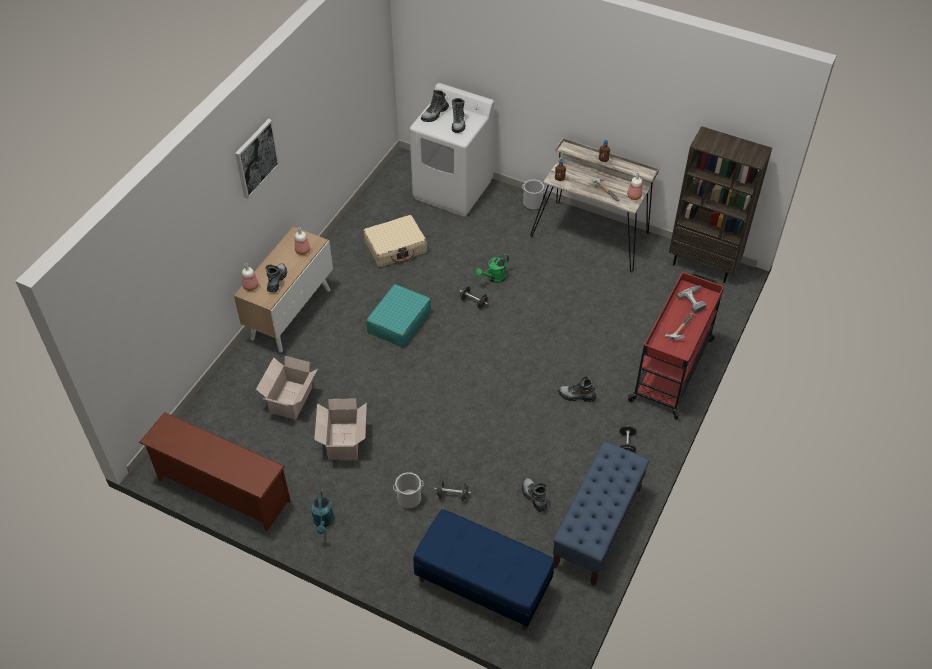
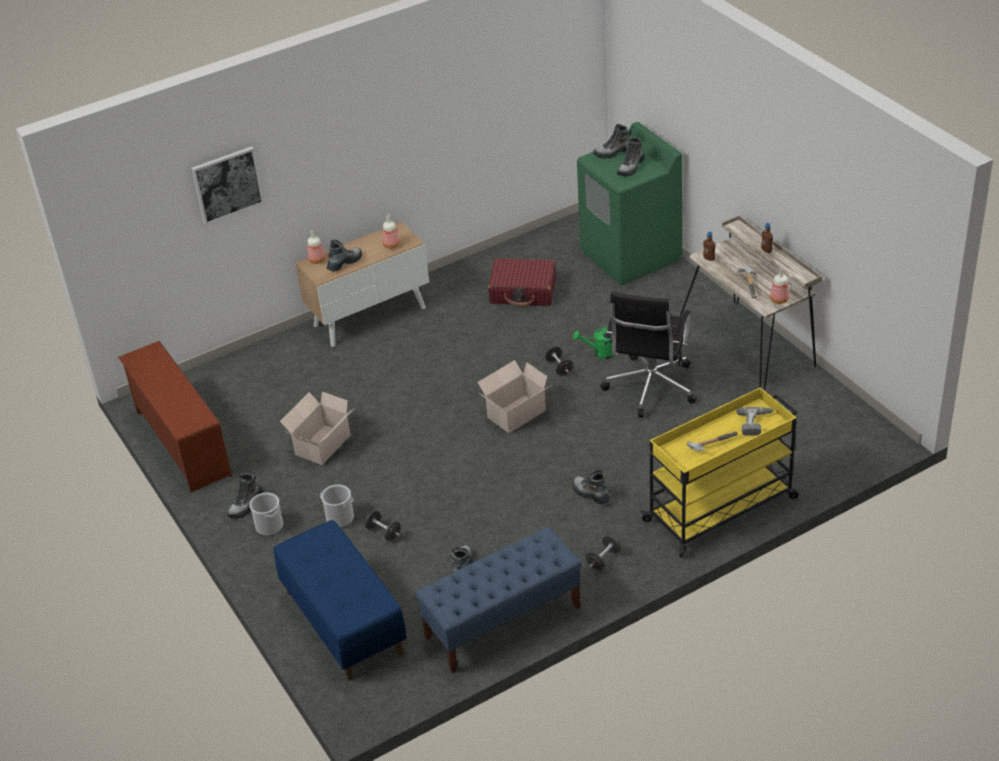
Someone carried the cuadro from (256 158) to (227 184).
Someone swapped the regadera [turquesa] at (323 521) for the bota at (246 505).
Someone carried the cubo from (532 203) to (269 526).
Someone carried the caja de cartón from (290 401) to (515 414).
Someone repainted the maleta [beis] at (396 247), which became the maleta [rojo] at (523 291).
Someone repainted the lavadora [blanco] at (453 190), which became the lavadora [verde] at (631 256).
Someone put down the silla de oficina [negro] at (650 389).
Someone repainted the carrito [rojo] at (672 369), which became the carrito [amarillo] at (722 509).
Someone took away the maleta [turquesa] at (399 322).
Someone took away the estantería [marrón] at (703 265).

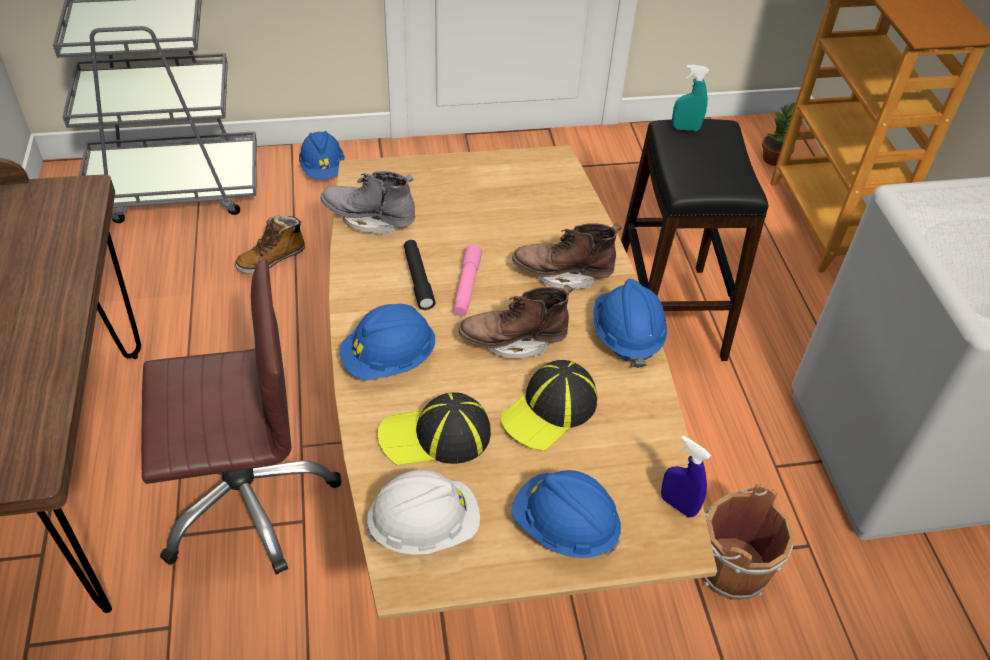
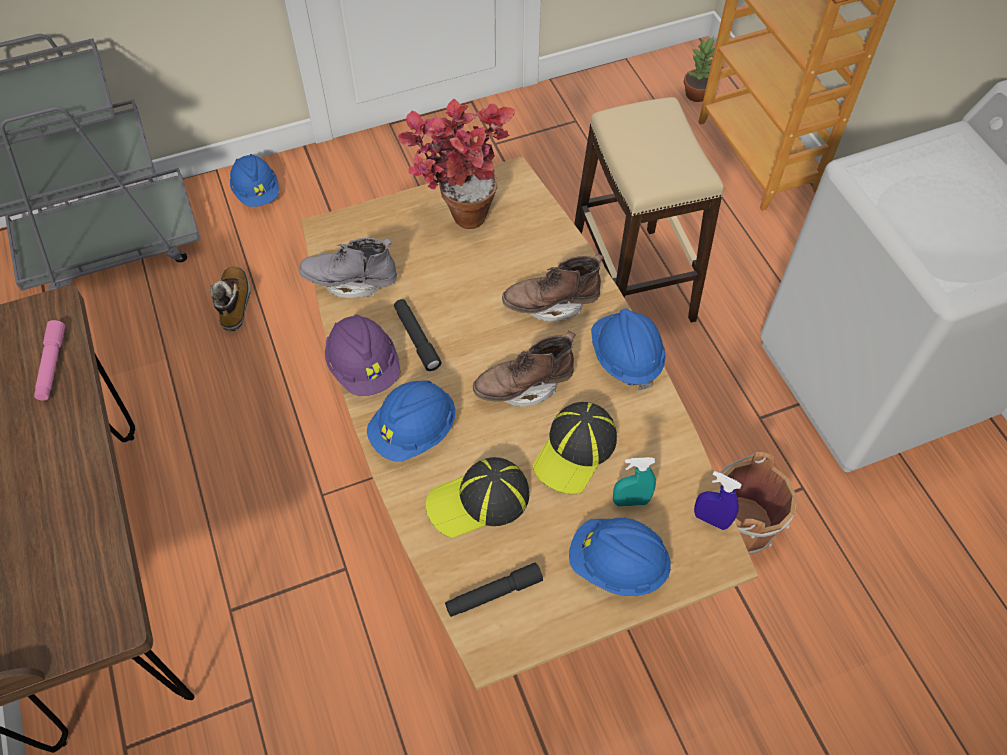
Someone carried the linterna [rosa] from (467 286) to (52 365).
Someone rotated the bota at (272 259) by 135 degrees clockwise.
Someone put down the casco [morado] at (364 367).
Someone put down the planta en maceta at (458 212).
Someone swapped the casco [blanco] at (424 527) for the linterna [negro] at (494 593).
Someone repainted the taburete [negro] at (669 313), which became the taburete [beis] at (632 283).
Someone carried the pulverizador [turquesa] from (685 128) to (630 501).
Someone took away the silla de oficina [marrón] at (245 497).

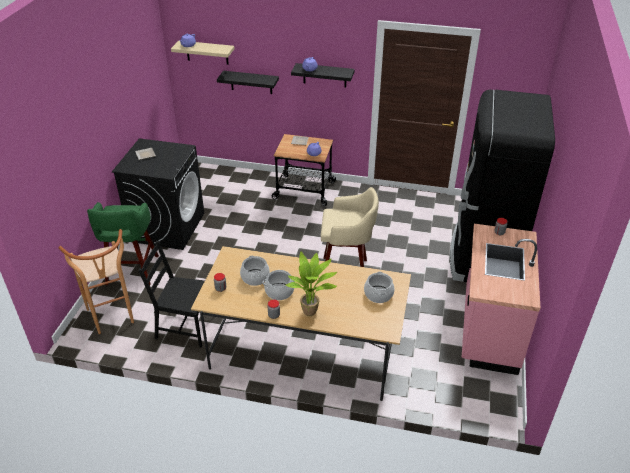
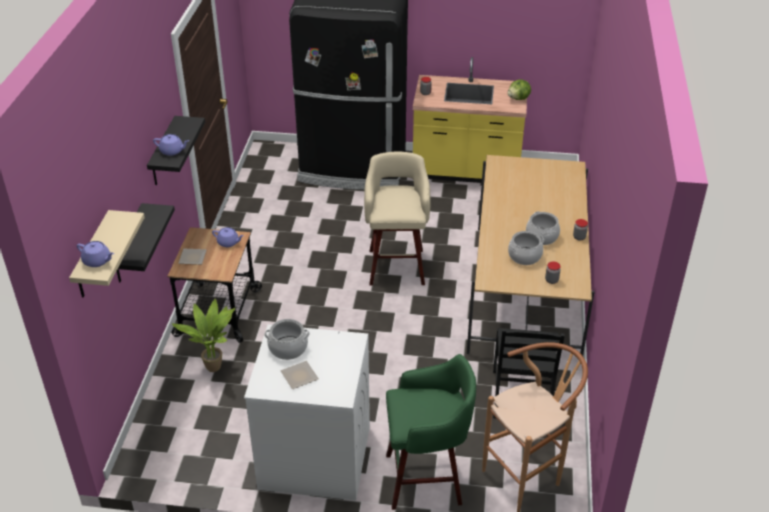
Someone carried the planta en maceta from (312 312) to (214 366).
Someone repainted the lavadora [negro] at (167 227), which became the lavadora [blanco] at (314 458).
Someone carried the olla from (378 294) to (288 348).
Someone repainted the mueble bajo de cocina [rosa] at (488 330), which became the mueble bajo de cocina [amarillo] at (466 172).
Someone put down the lechuga at (518 99).

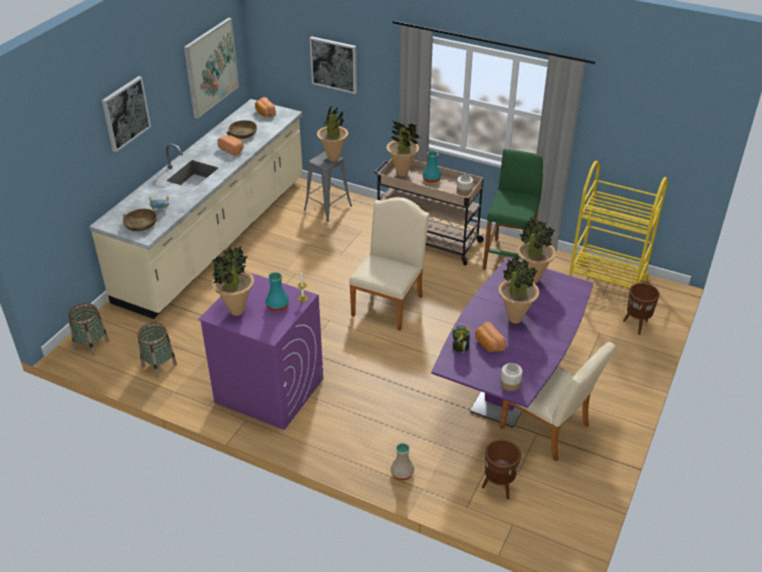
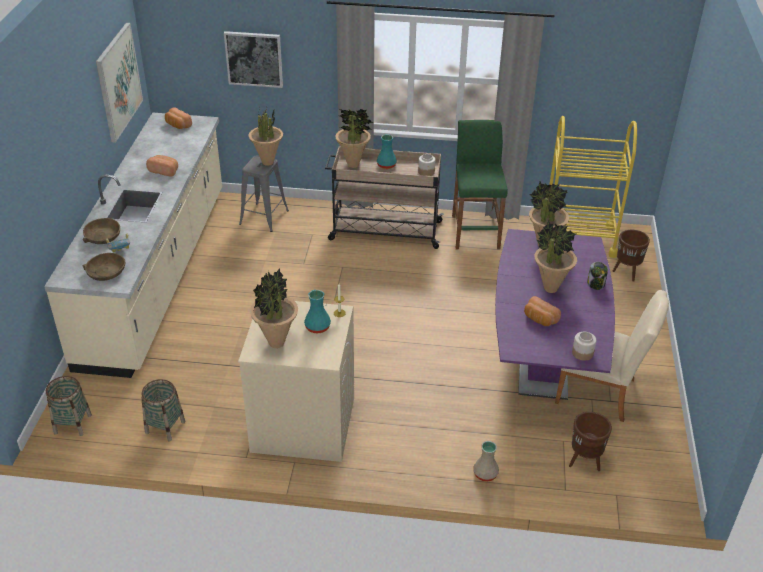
Someone carried the cuenco [marrón] from (243 134) to (103 237).
Someone repainted the lavadora [morado] at (268 390), which became the lavadora [beis] at (302 424).
Someone carried the tarro from (460 346) to (596 284).
Someone took away the cuadro at (125 113).
Someone took away the silla [beis] at (389 302).

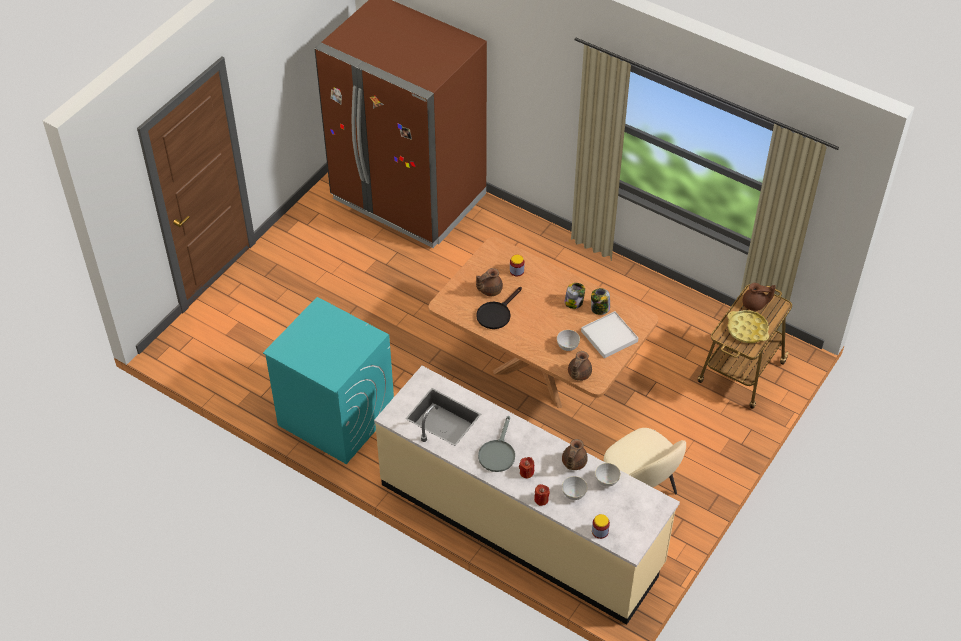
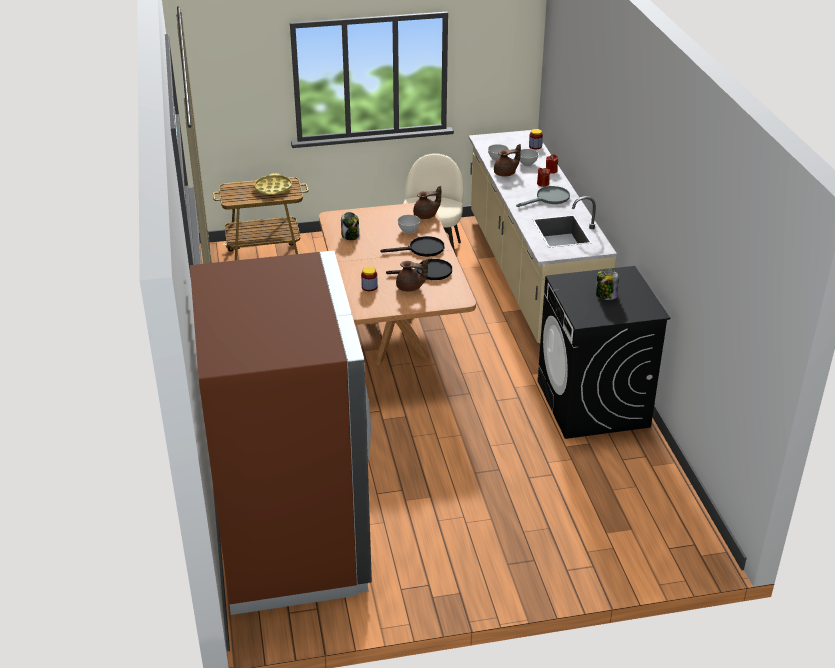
Someone put down the sartén [negro] at (421 249).
Someone repainted the lavadora [turquesa] at (335 416), which became the lavadora [negro] at (593 404).
Someone carried the tarro from (574 302) to (606 295).
Someone took away the bandeja [blanco] at (609 336).
Someone took away the tetera [marrón] at (755 304).

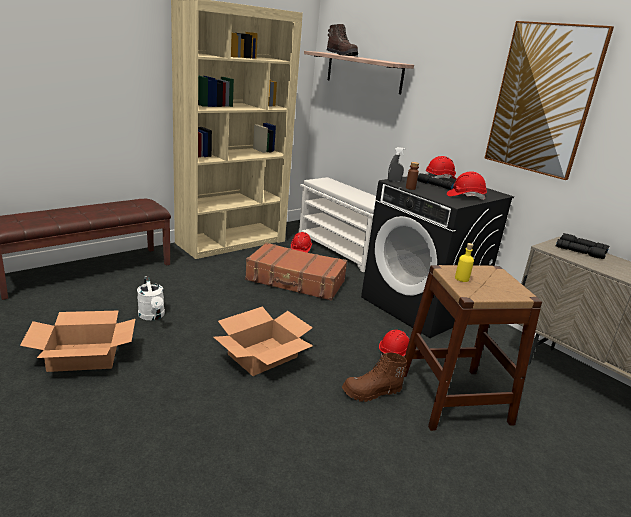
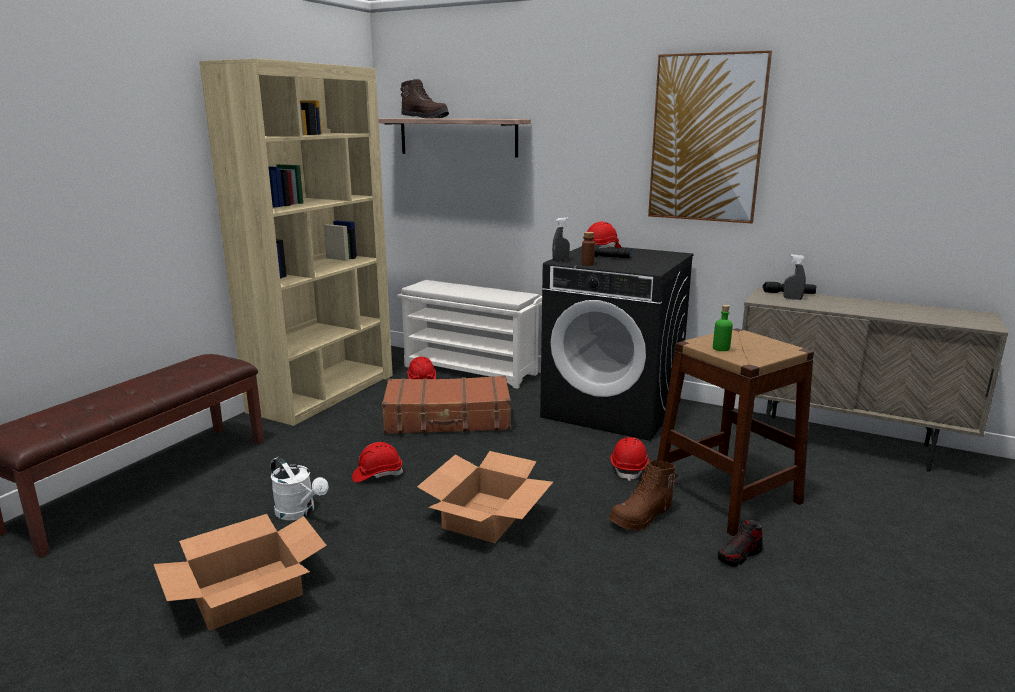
Someone carried the casco [rojo] from (465 197) to (377 474).
Someone repainted the botella [amarillo] at (462 279), which became the botella [verde] at (721 348).
Someone put down the zapato at (739 555).
Someone swapped the linterna [negro] at (579 253) for the pulverizador [gris] at (792 299).

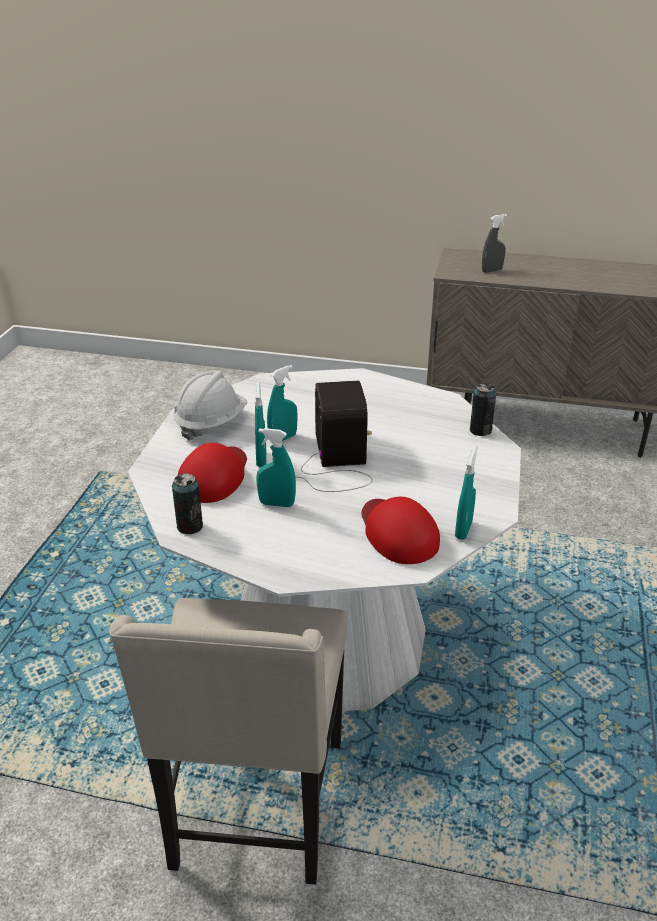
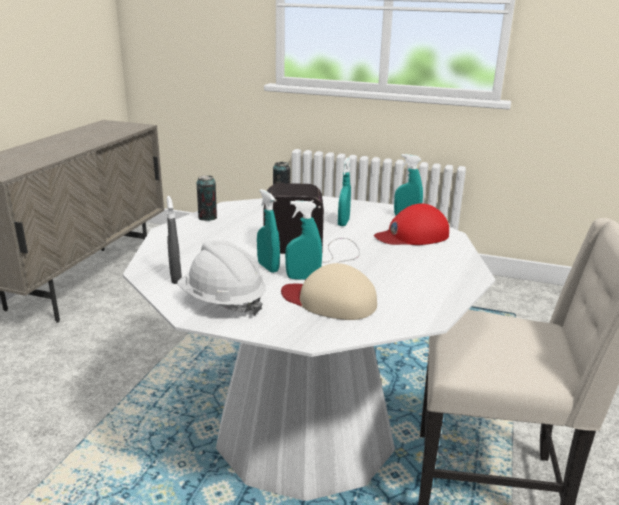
Someone carried the pulverizador [gris] from (492 271) to (175 277).
Someone carried the lata from (190 526) to (207 218).
Someone repainted the gorra [rojo] at (215 476), which became the gorra [beis] at (329 301).
Someone carried the pulverizador [turquesa] from (277 504) to (343 223).

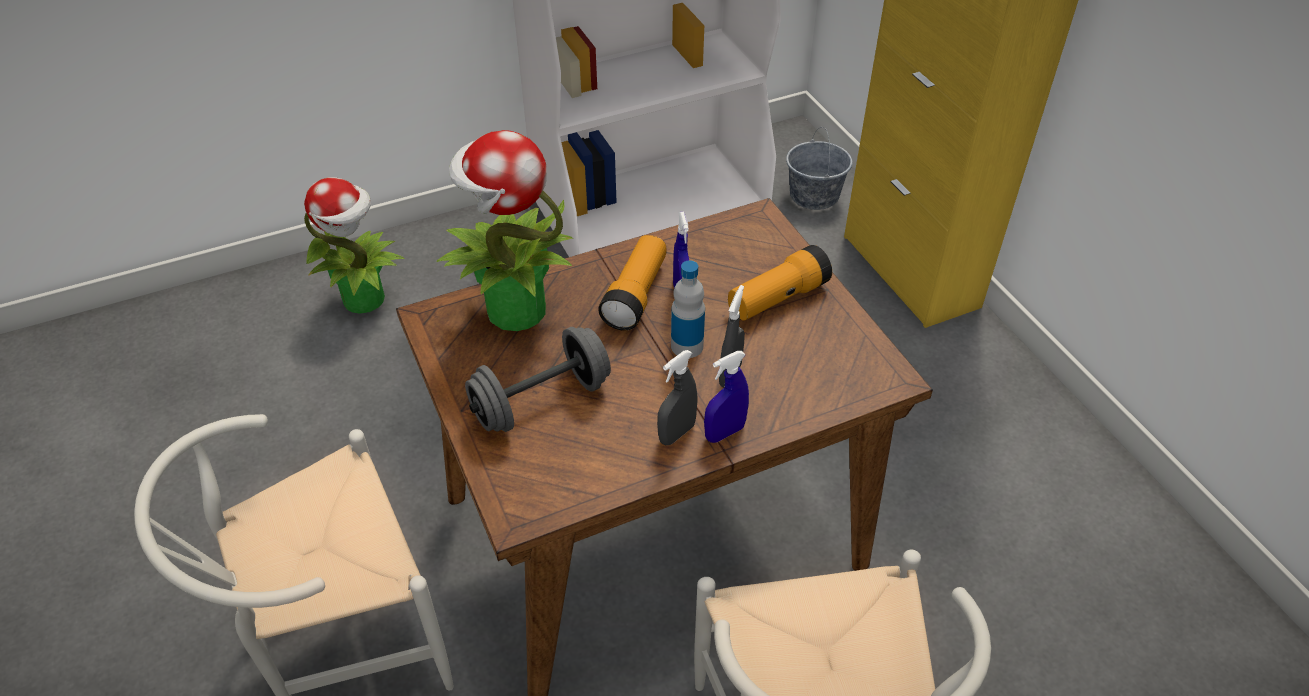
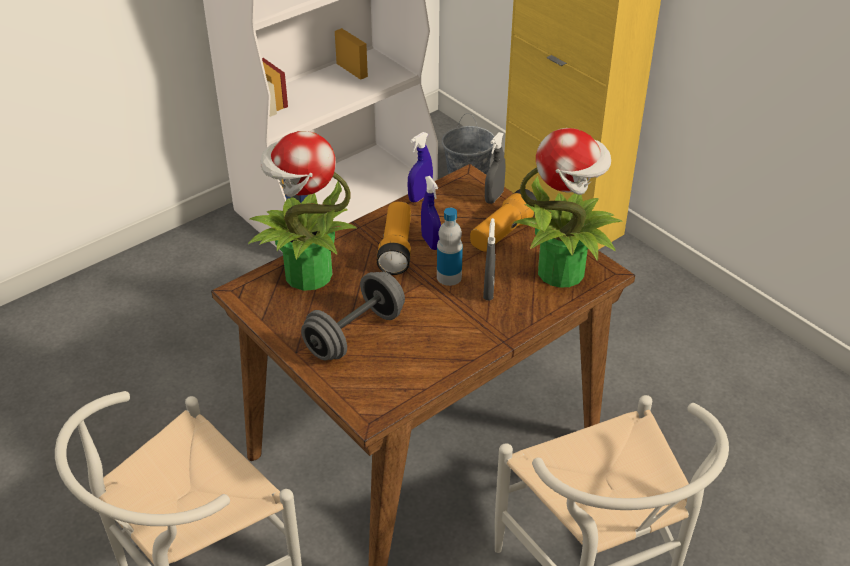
Someone carried the pulverizador [azul] from (724 433) to (420 196).
Someone carried the pulverizador [gris] from (676 433) to (494 197).
Someone carried the planta en maceta from (365 299) to (562 271).

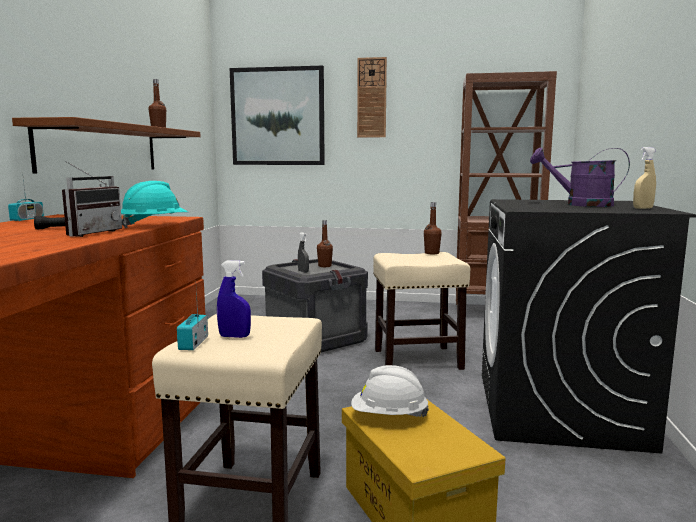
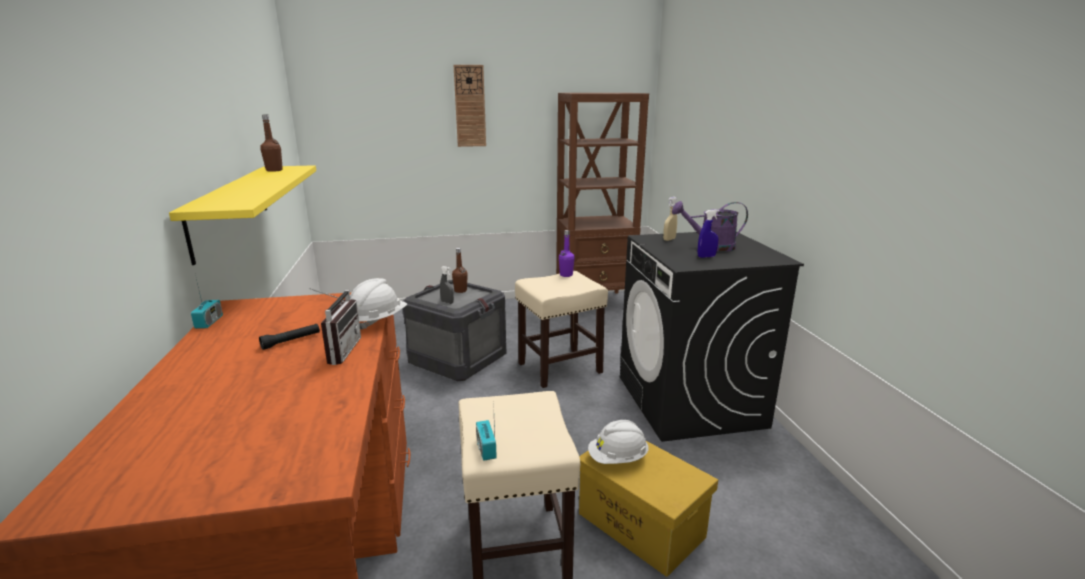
Someone repainted the estante [marrón] at (101 148), which became the estante [amarillo] at (230 208).
Someone repainted the casco [turquesa] at (155 225), which became the casco [blanco] at (377 321).
Someone repainted the botella [marrón] at (432 253), which became the botella [morado] at (566 275).
Someone carried the pulverizador [beis] from (643 208) to (669 239).
Someone carried the pulverizador [azul] from (234 336) to (706 257).
Someone took away the cuadro at (277 116).

